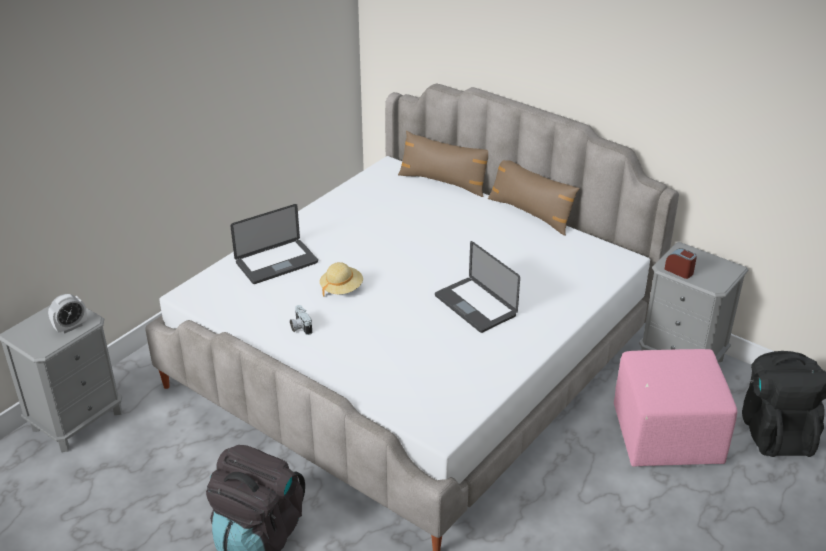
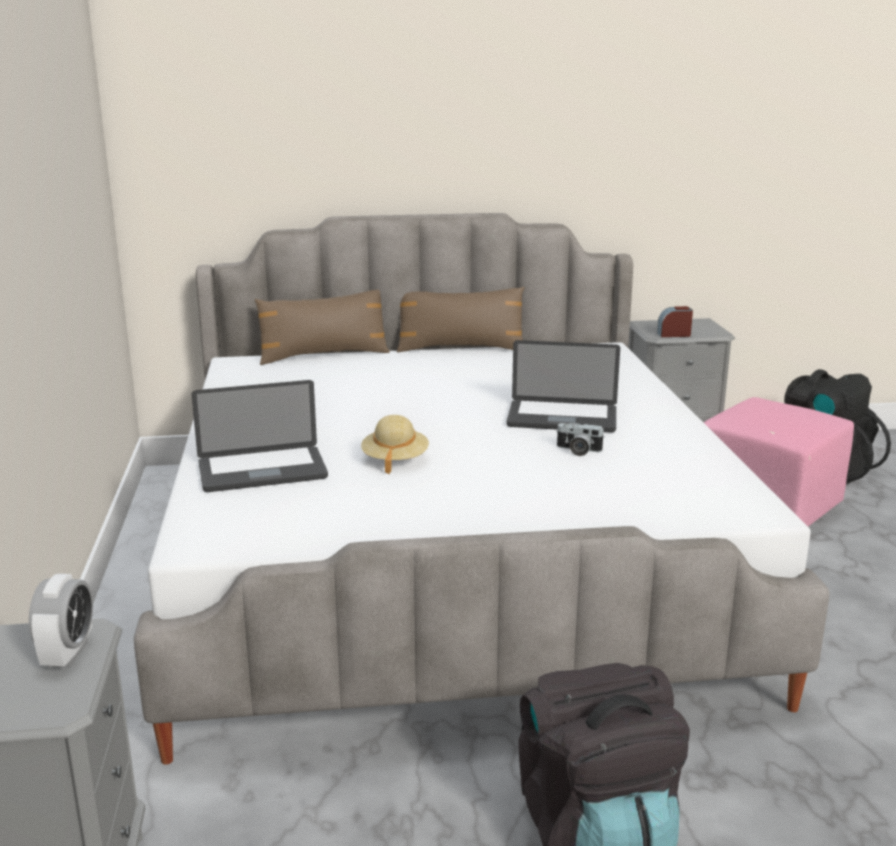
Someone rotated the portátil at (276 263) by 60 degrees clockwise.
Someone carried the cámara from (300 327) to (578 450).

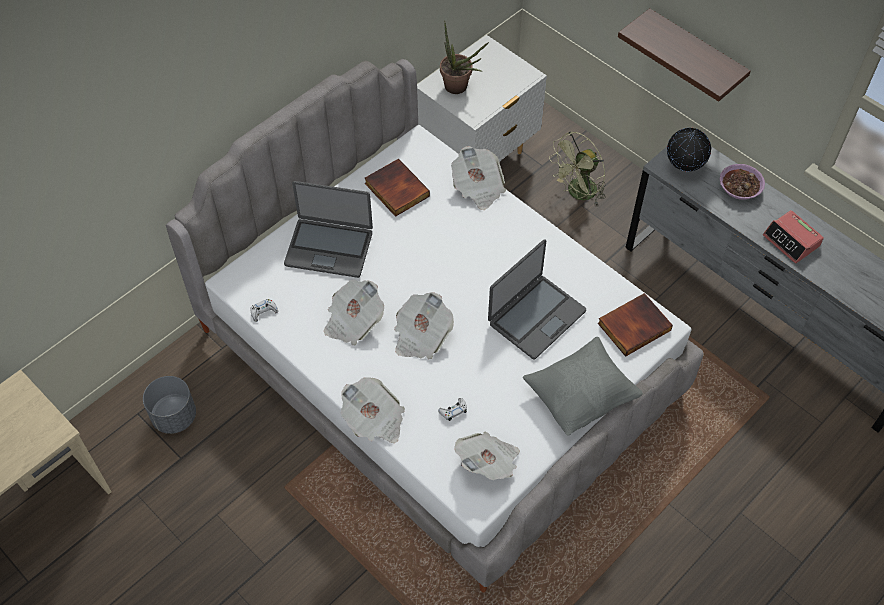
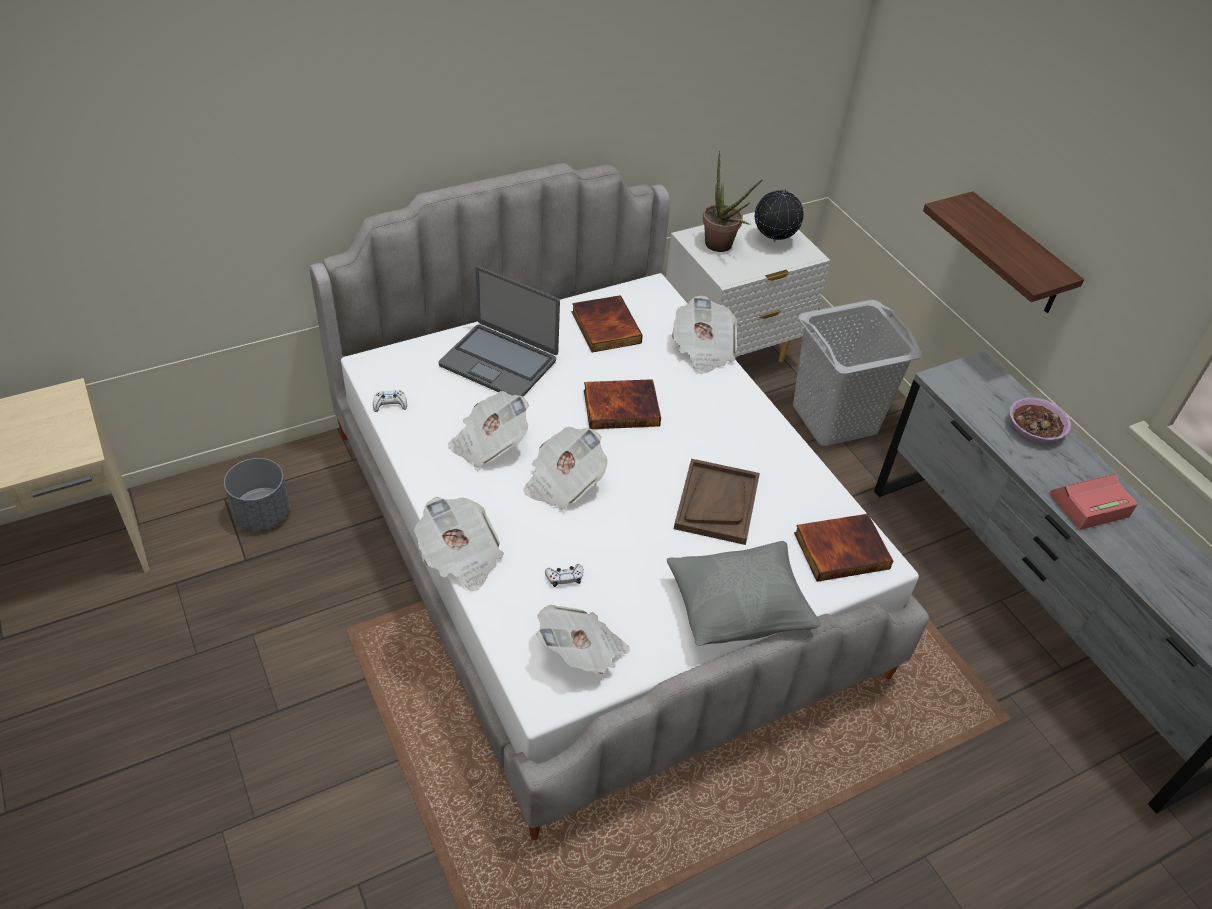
Someone put down the libro at (621 406).
Someone swapped the portátil at (536 317) for the bandeja [marrón] at (716 503).
Someone carried the globo terráqueo from (683 168) to (773 241).
Someone swapped the ventilador [verde] at (578 193) for the cesto de la ropa [gris] at (835 419).
Someone rotated the despertador at (791 241) by 90 degrees clockwise.

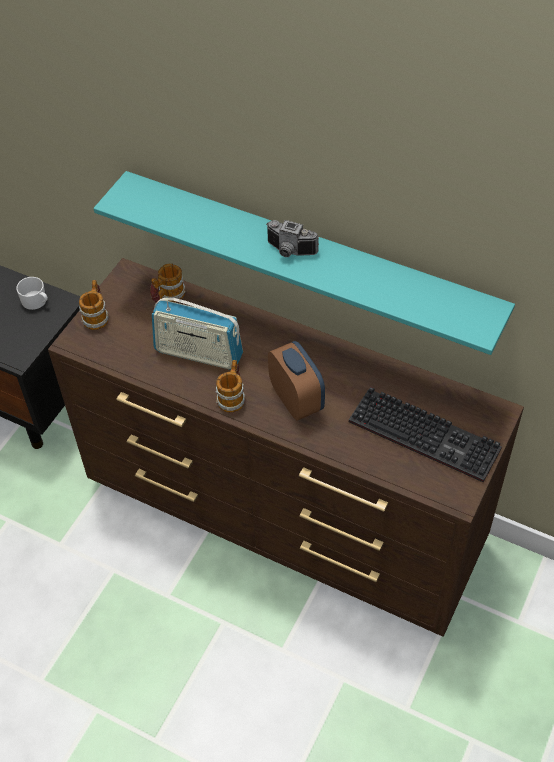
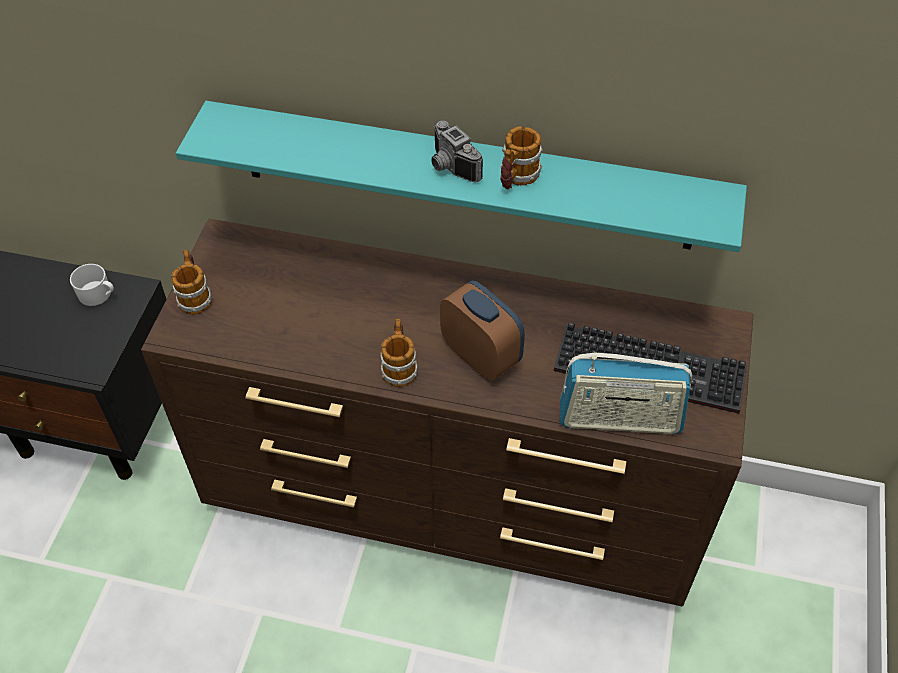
Someone rotated the cámara at (289 252) by 45 degrees clockwise.
Someone carried the taza grande from (168 296) to (516 178).
Someone carried the radio from (198 353) to (620 419).

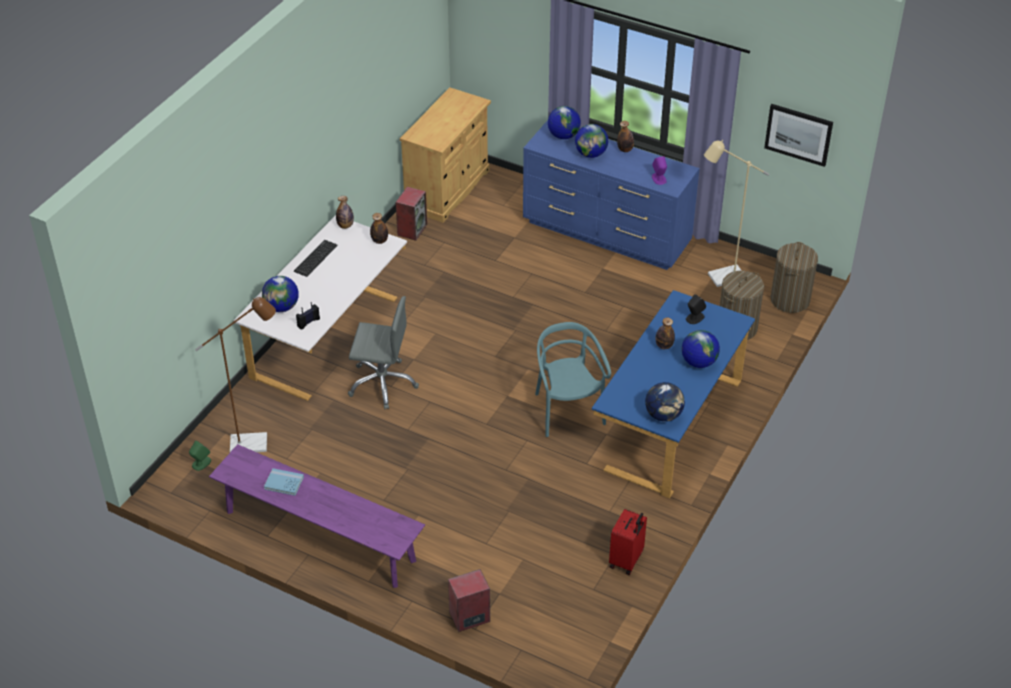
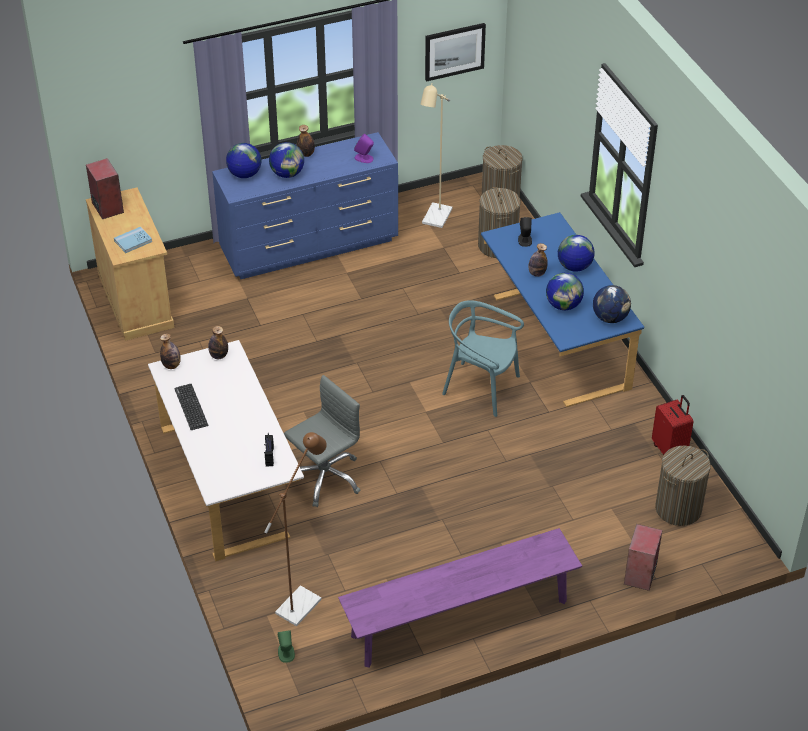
Someone carried the altavoz from (412 229) to (107 207).
Someone carried the libro [azul] from (284 483) to (133 241).
Someone carried the globo terráqueo from (282 307) to (563 305).
Someone put down the cesto de la ropa at (678 509).

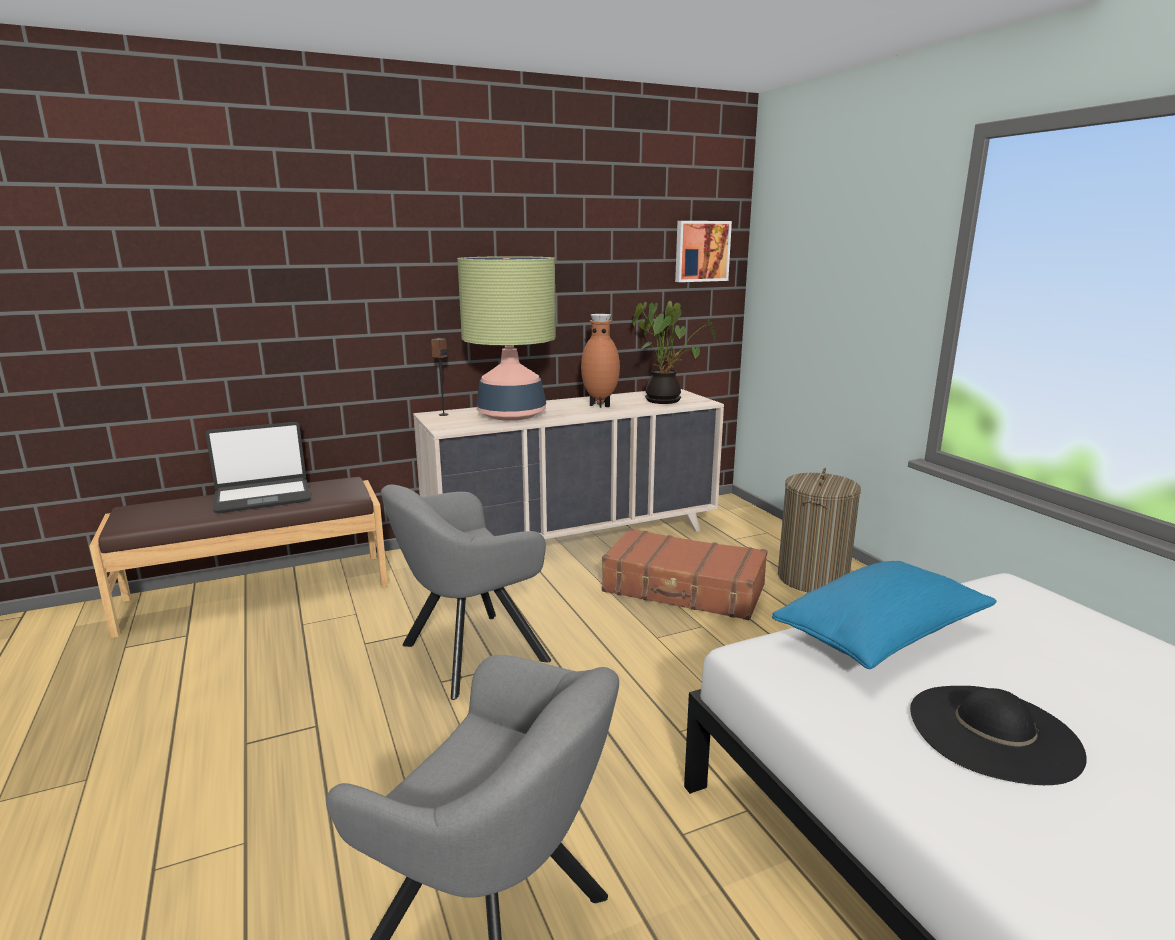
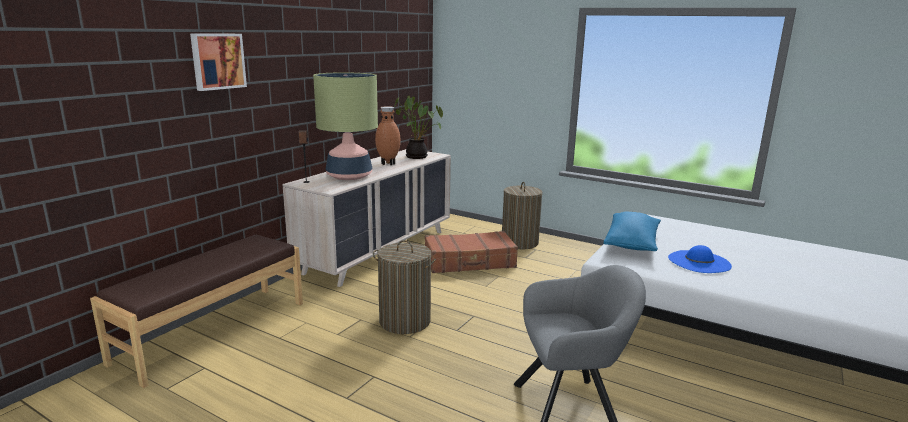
Someone carried the cuadro from (701 251) to (217 61).
Someone swapped the sillón [gris] at (466 655) for the cesto de la ropa at (404 321).
Someone repainted the sombrero [negro] at (993 732), which became the sombrero [azul] at (699 262).
Someone took away the portátil at (263 497).

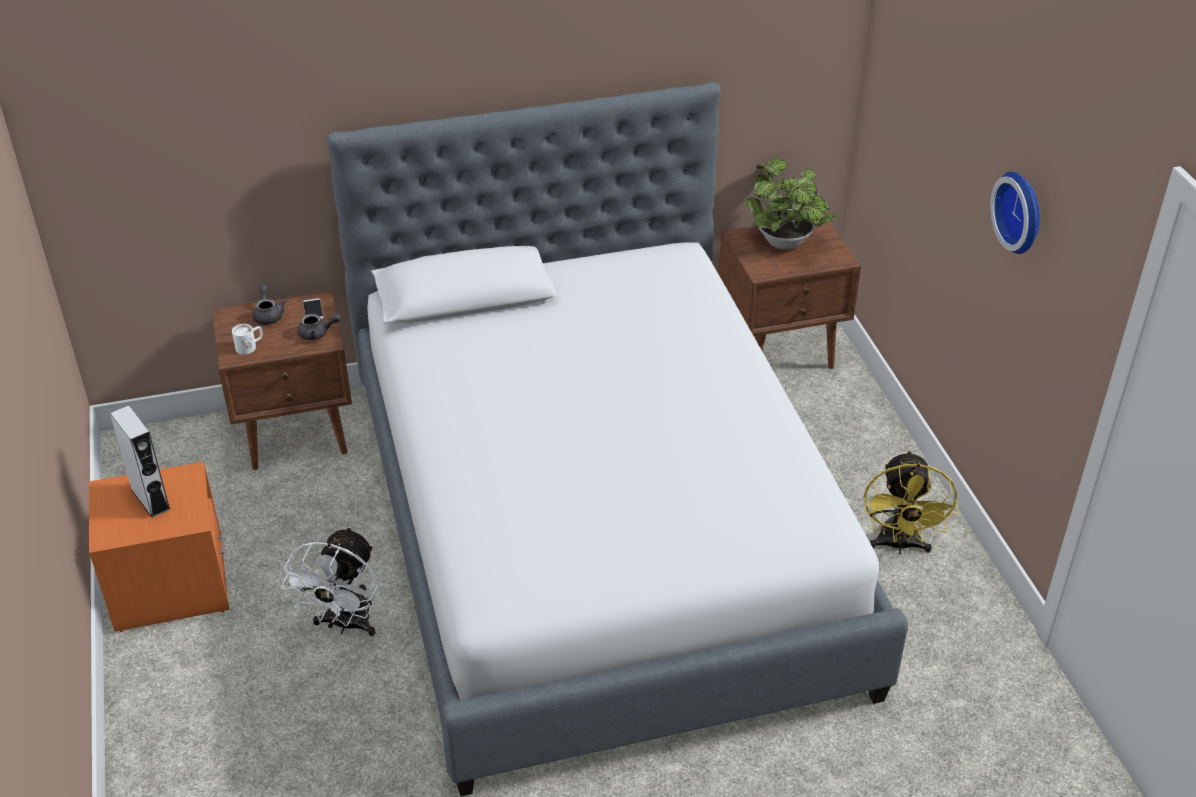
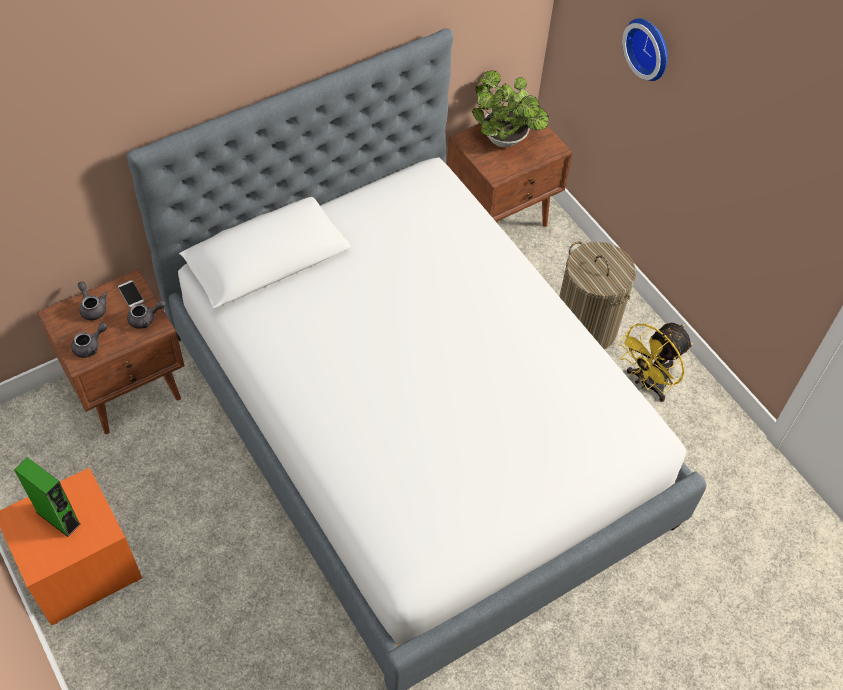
Someone repainted the altavoz [gris] at (150 499), which became the altavoz [verde] at (58 518).
Someone swapped the taza grande [blanco] at (250 346) for the tetera [gris] at (90 346).
Someone put down the cesto de la ropa at (585 327).
Someone rotated the ventilador [amarillo] at (899 545) by 60 degrees clockwise.
Someone carried the reloj de pared from (1022 211) to (650 47).
Someone took away the ventilador [blanco] at (346 624).

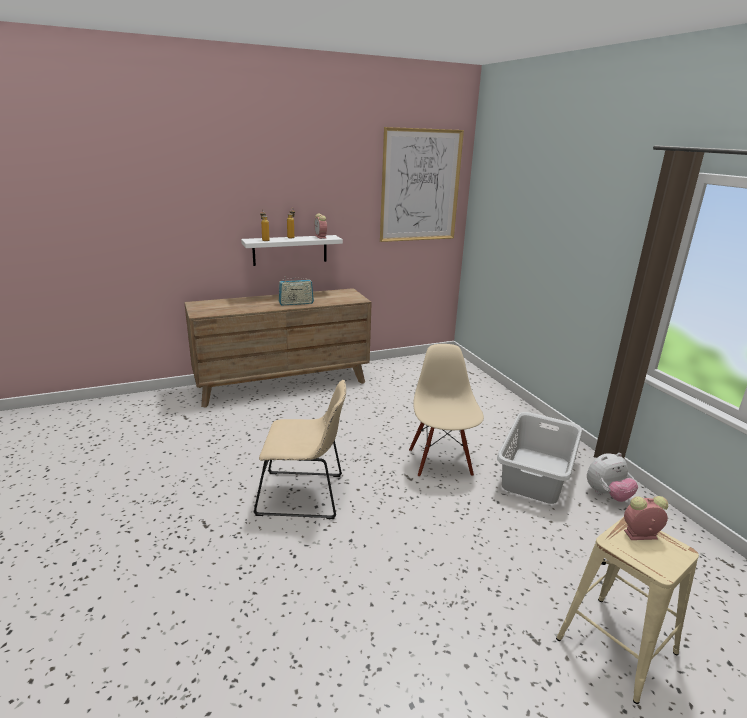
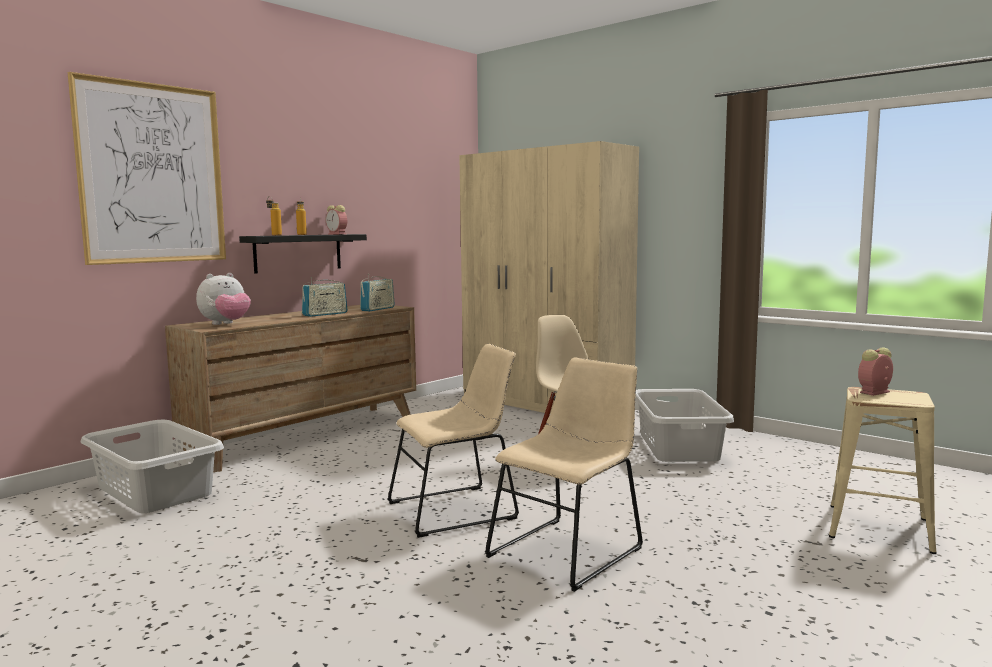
Someone carried the cuadro from (420 186) to (152 174).
Someone put down the cesto de la ropa [gris] at (155 490).
Someone carried the peluche from (607 495) to (226 324).
Someone repainted the estante [blanco] at (290 250), which became the estante [negro] at (298 253).
Someone put down the radio at (377 309).
Someone put down the armario ropero [beis] at (545 403).
Someone put down the silla [beis] at (569 550).

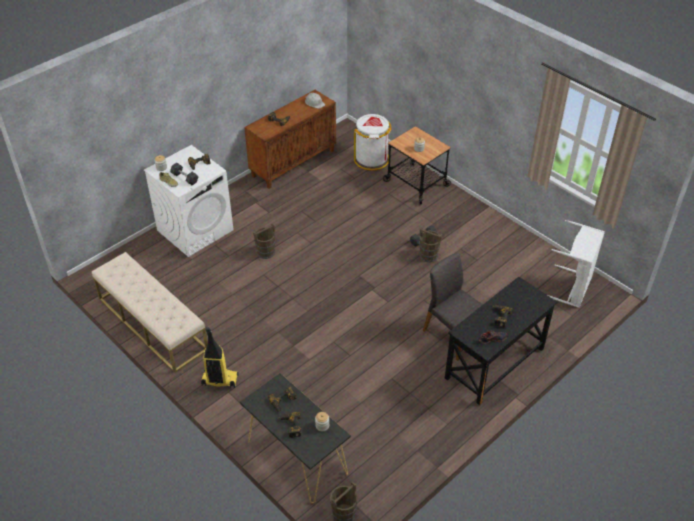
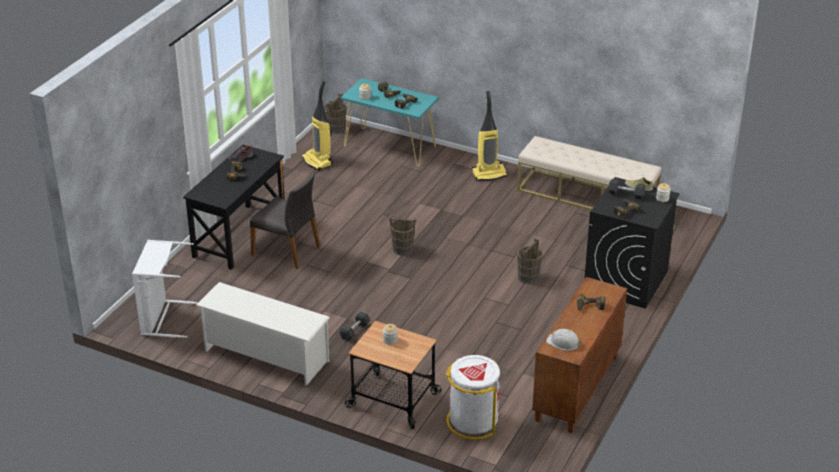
Someone put down the zapatero [blanco] at (265 356).
Someone put down the aspiradora at (318 161).
Someone repainted the mesa consola [negro] at (296 457), which became the mesa consola [turquesa] at (390 147).
Someone carried the cubo [marrón] from (428 255) to (403 249).
Someone repainted the lavadora [blanco] at (195 230), which became the lavadora [negro] at (626 281).

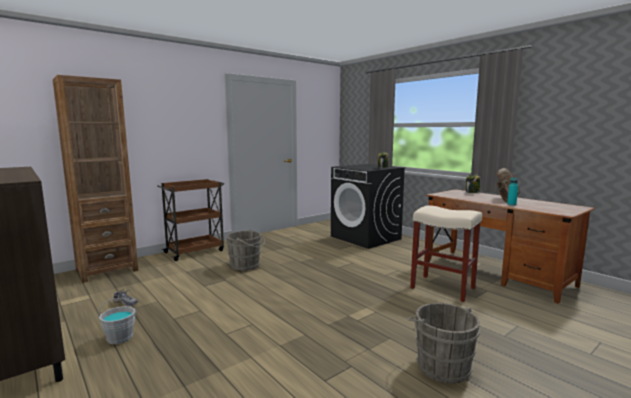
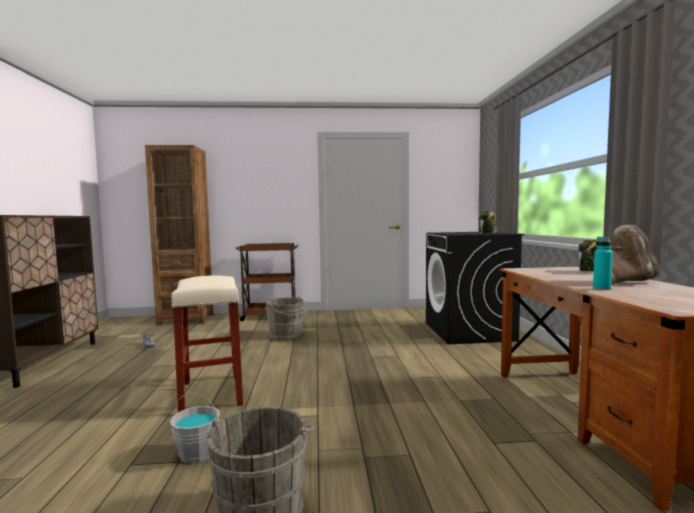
Someone carried the cubo [gris] from (120 337) to (197 452).
Someone carried the taburete [beis] from (441 288) to (211 393).

